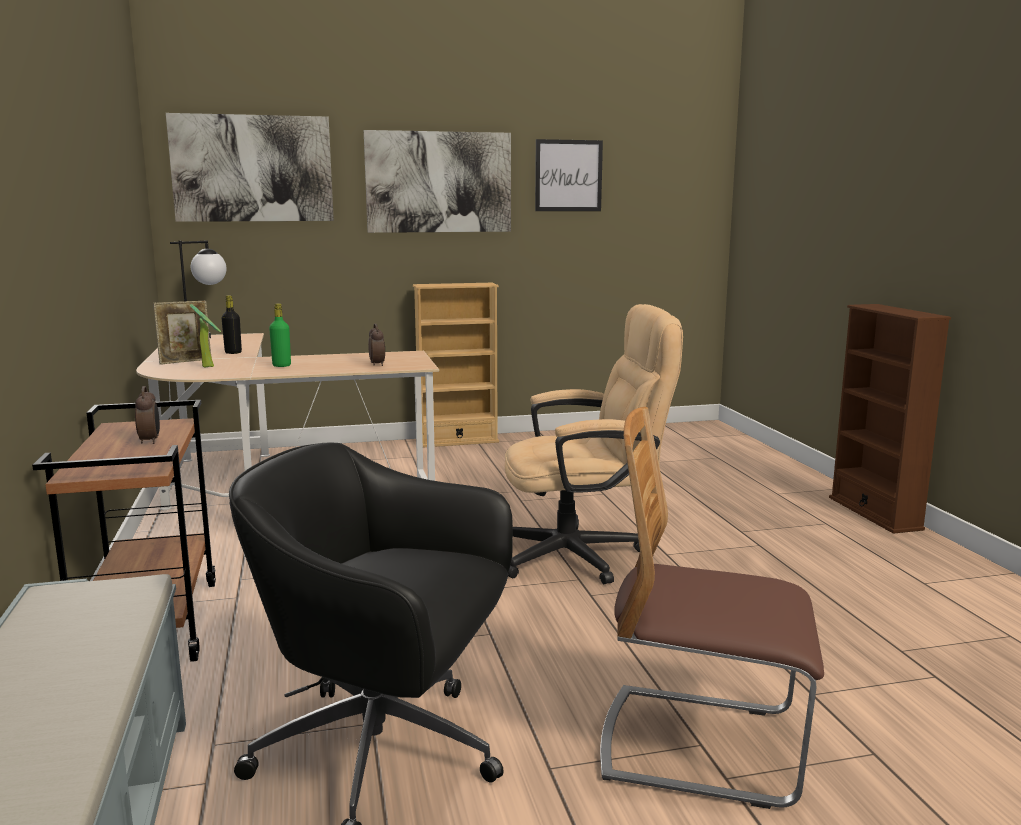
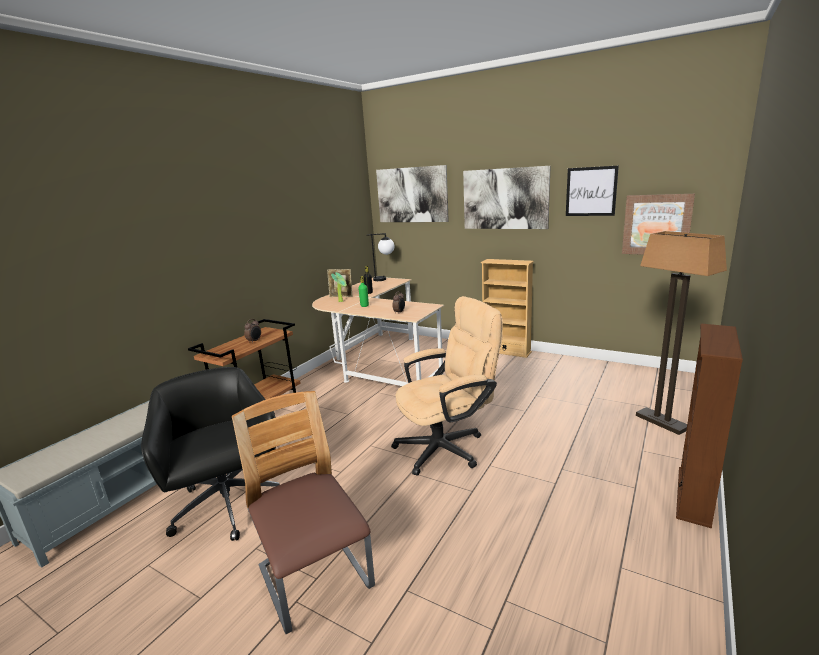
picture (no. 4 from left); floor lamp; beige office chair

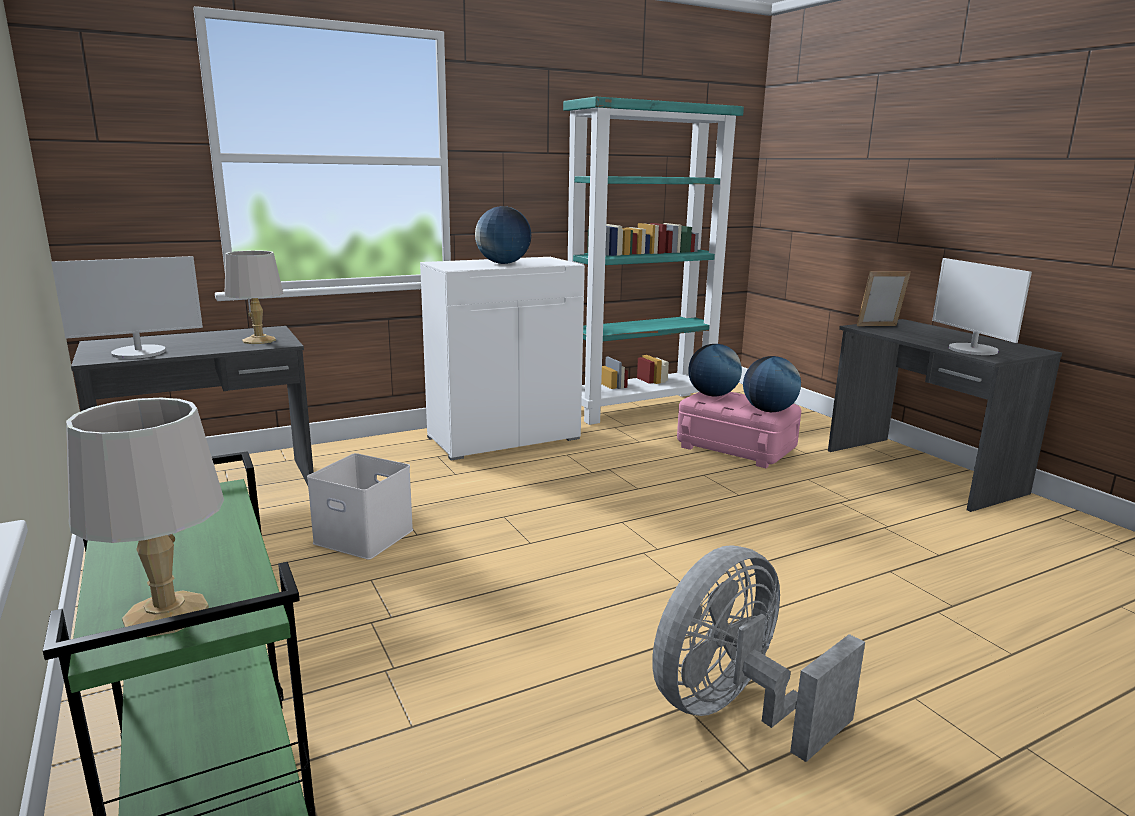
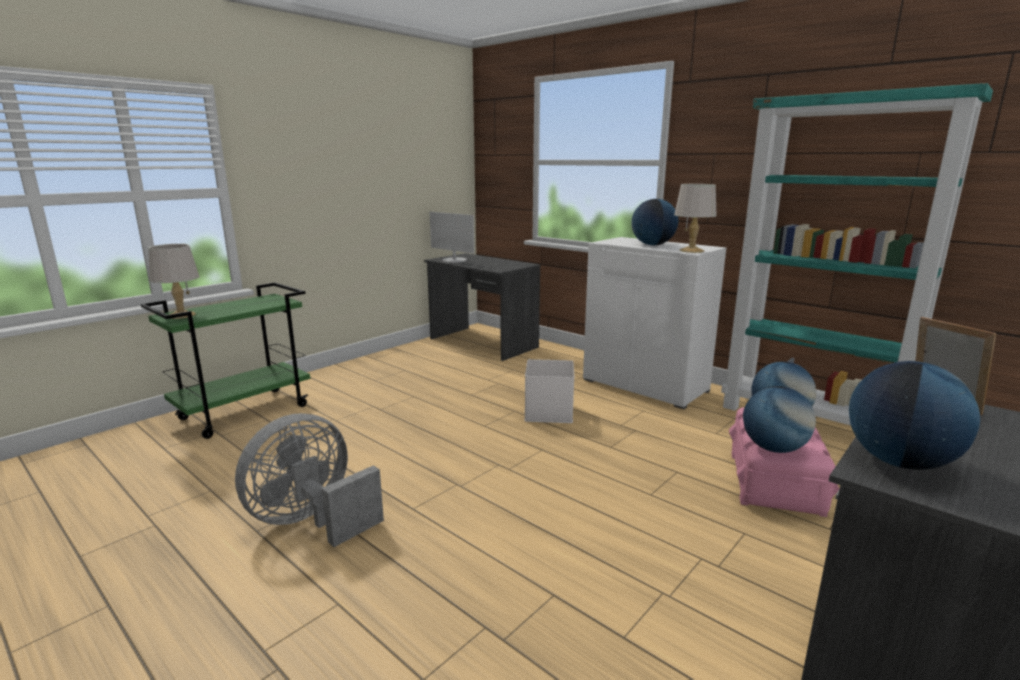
grey table lamp (no. 2 from left); white storage box; globe (no. 4 from left); grey fan

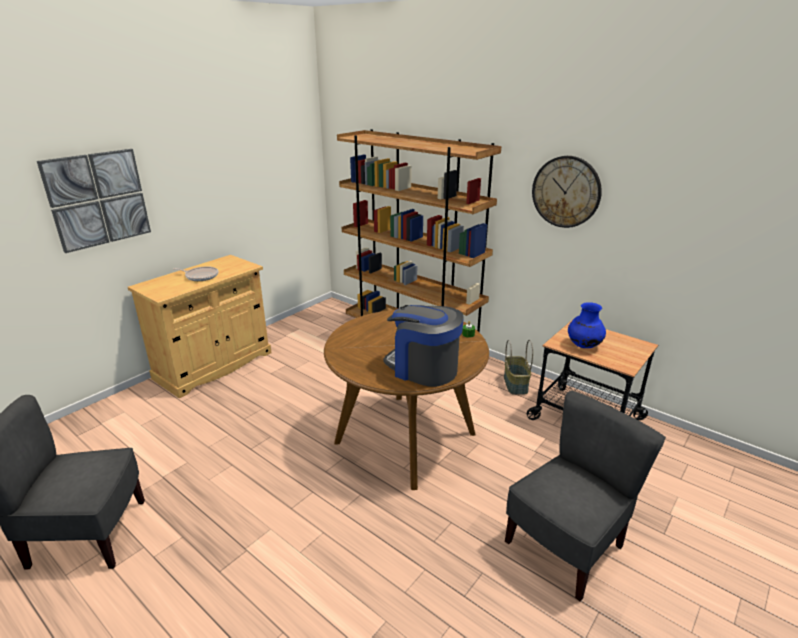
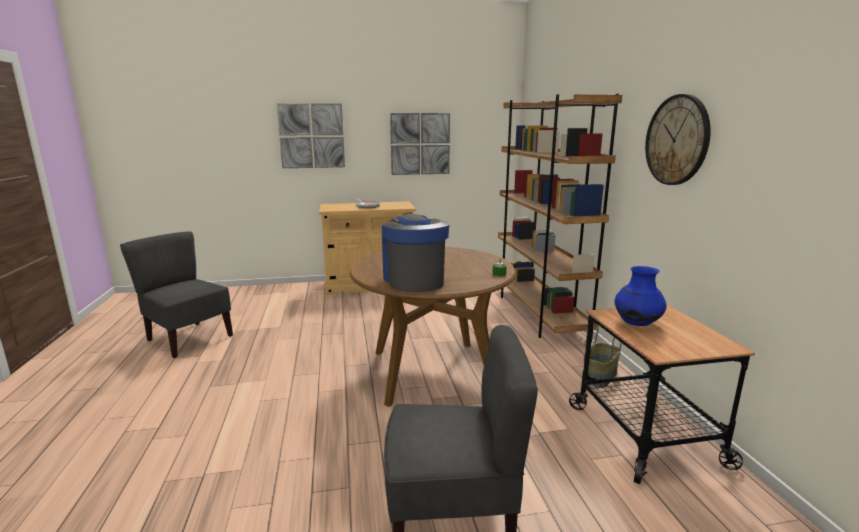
picture (no. 2 from left)

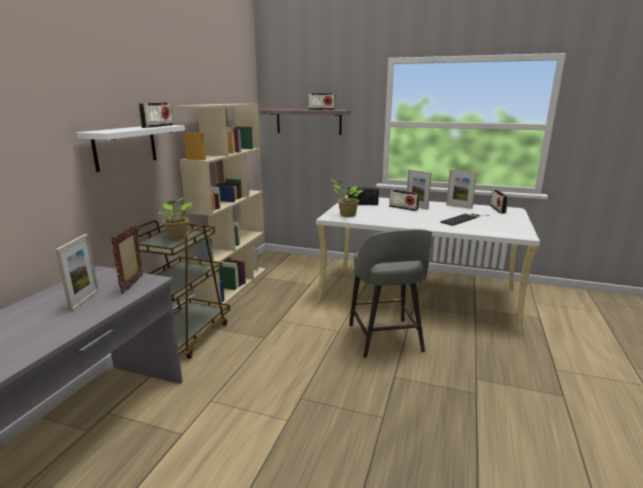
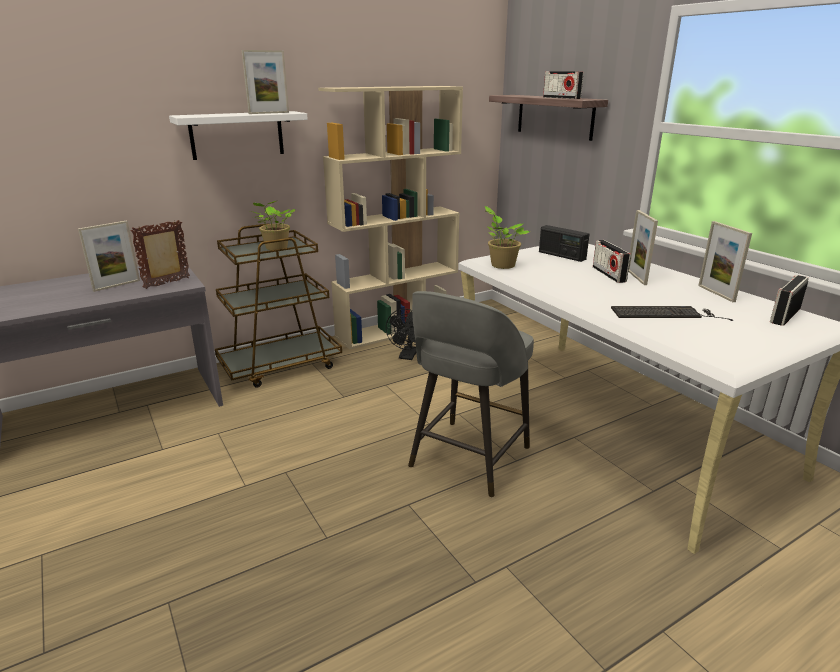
black fan; picture frame (no. 3 from left)

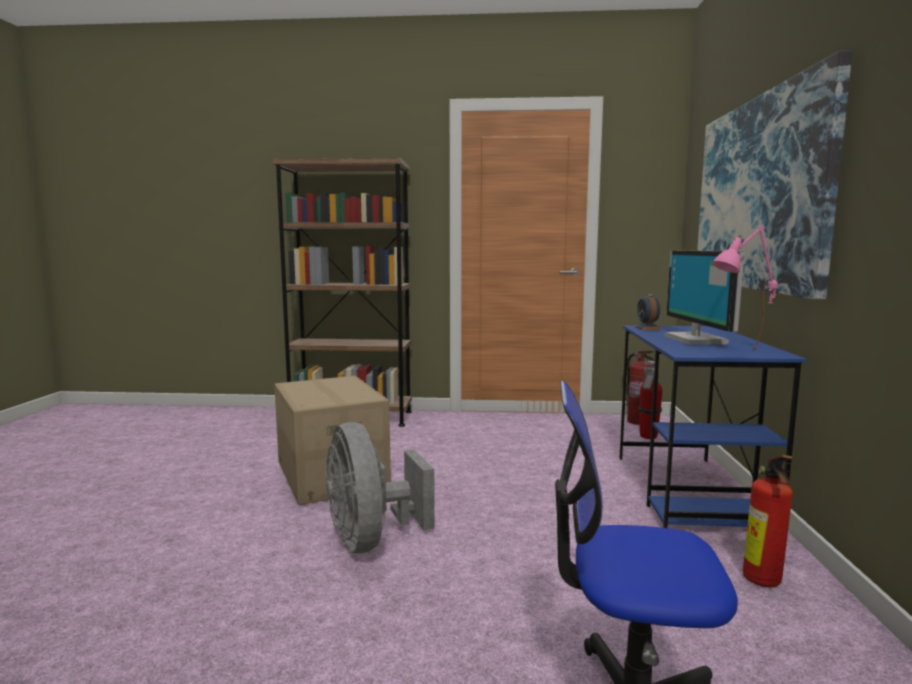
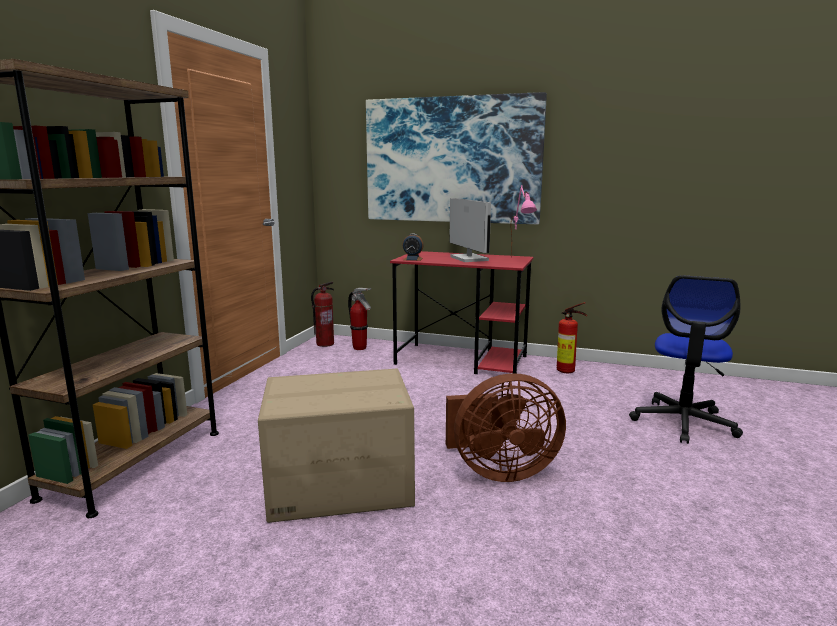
brown fan; red desk; monitor

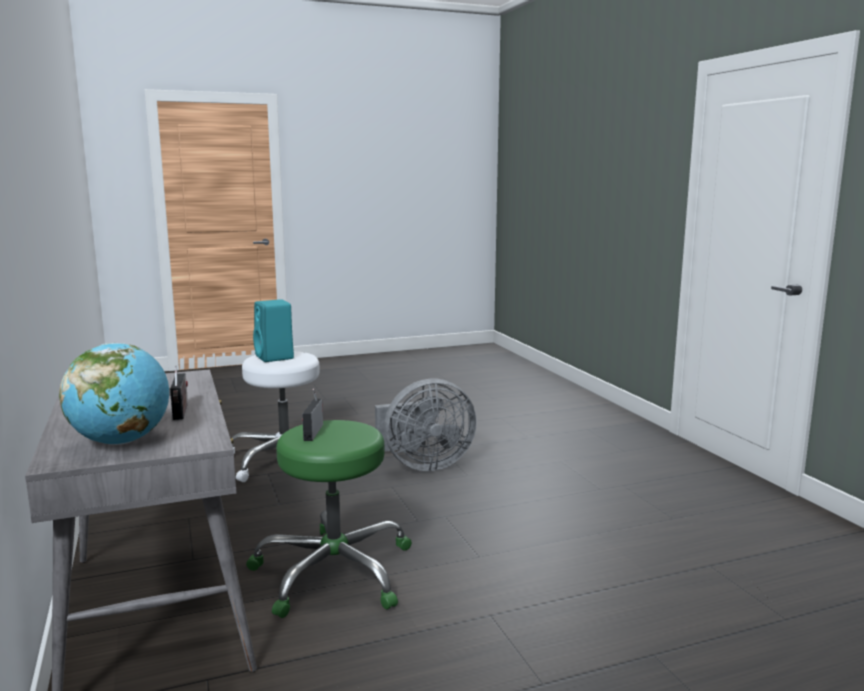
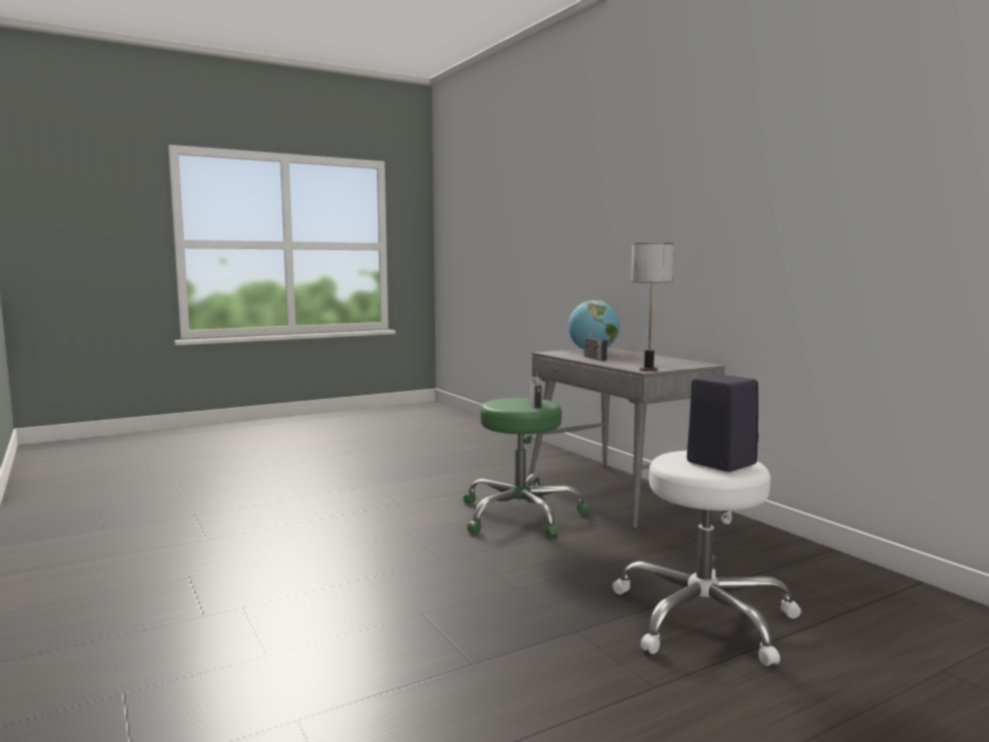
grey fan; table lamp; black speaker

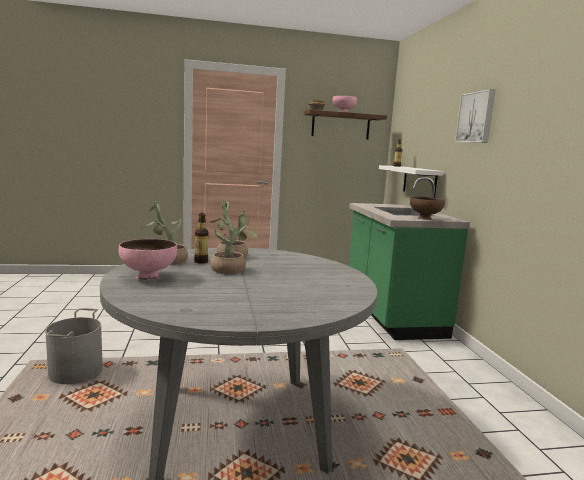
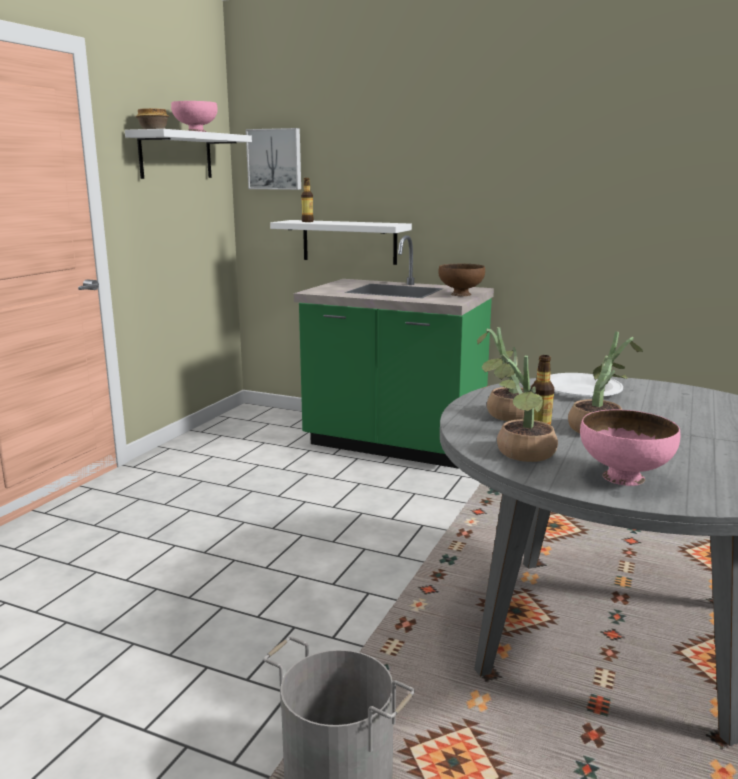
white plate; picture; white shelf (no. 1 from left)

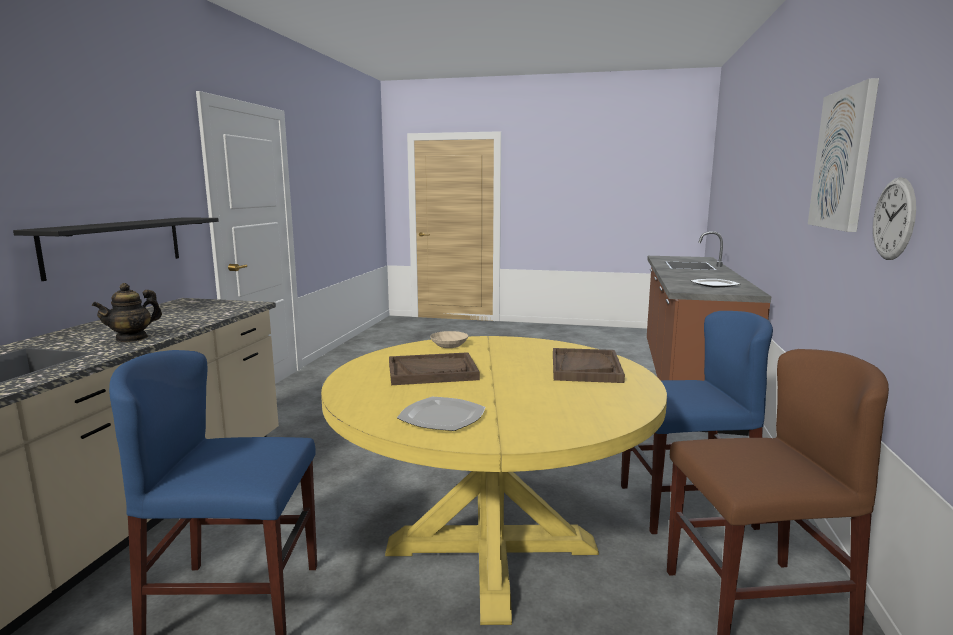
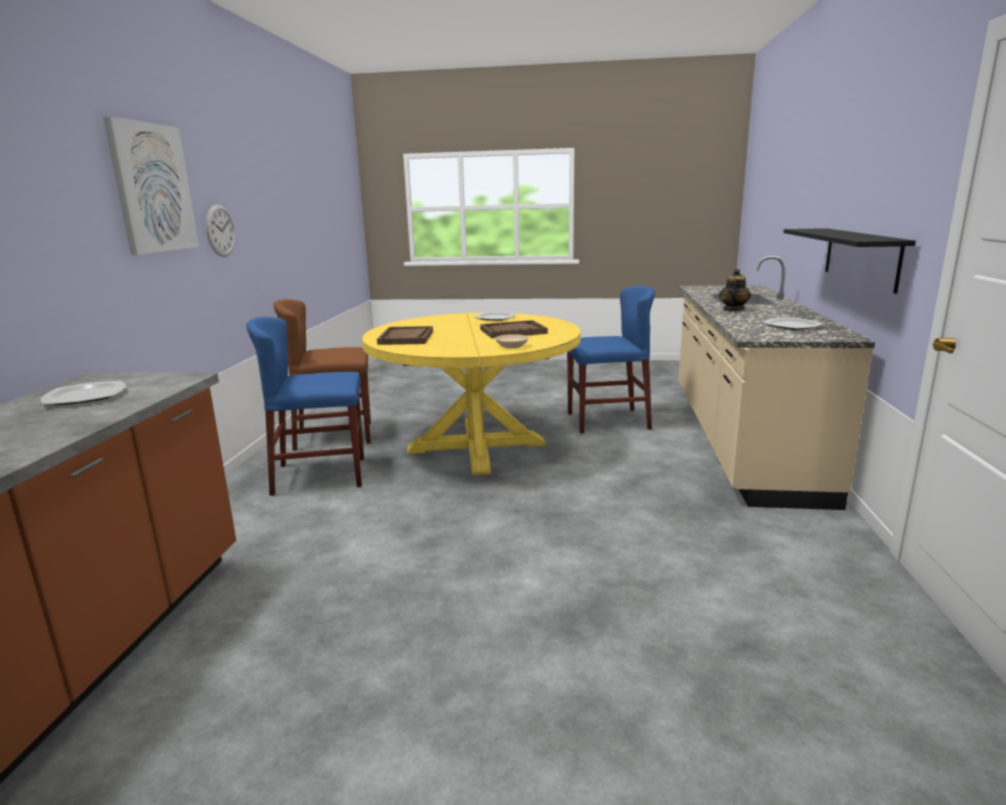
plate (no. 3 from left)

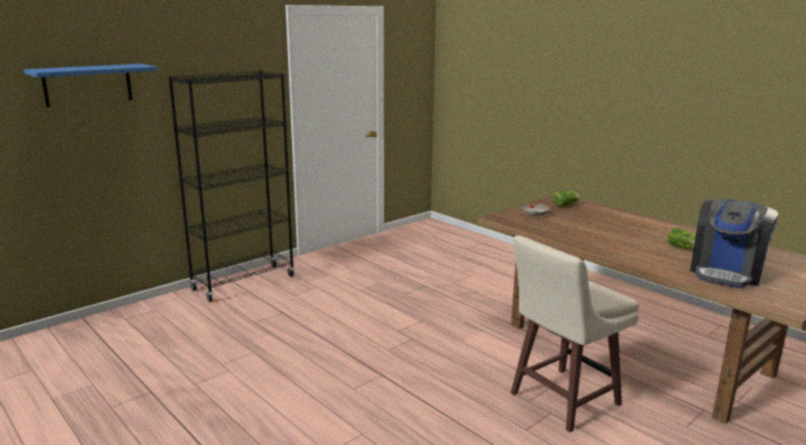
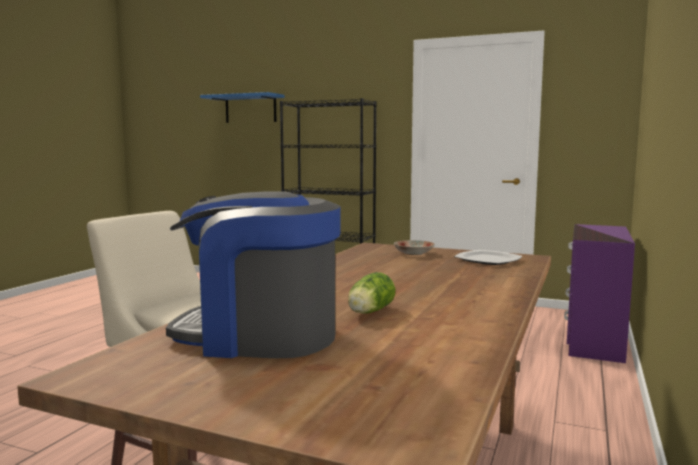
purple dresser; plate (no. 2 from left)

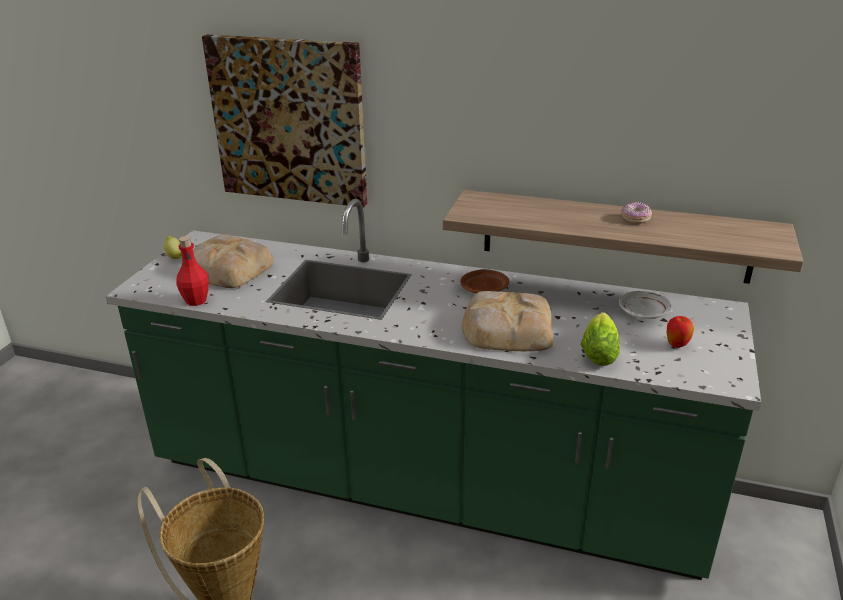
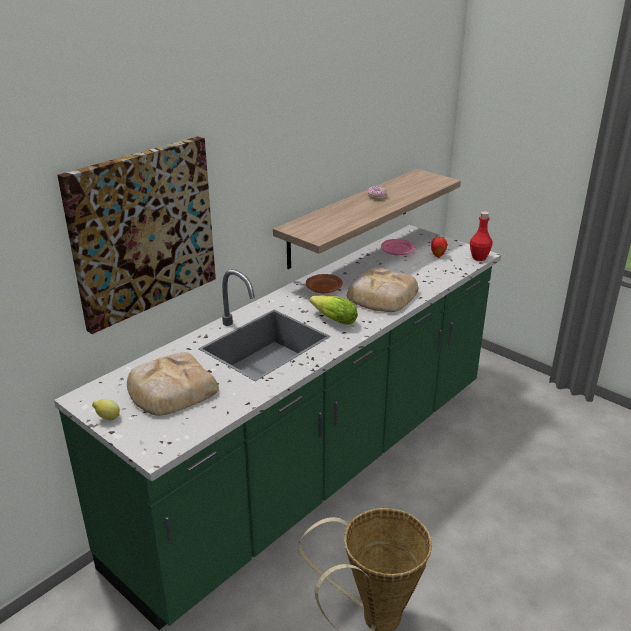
red bottle; lettuce; pink plate

